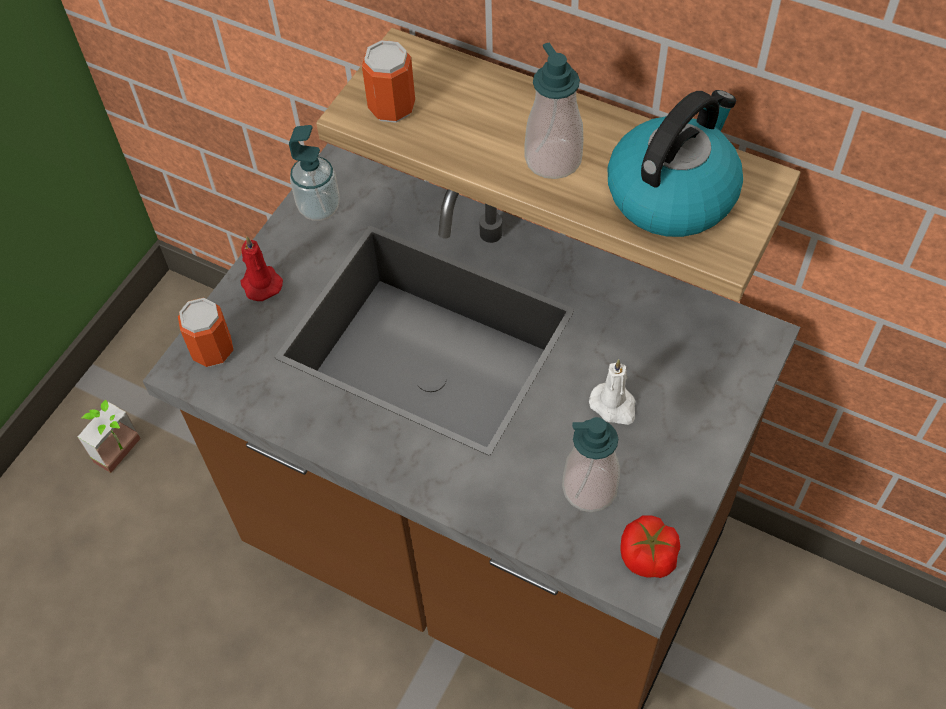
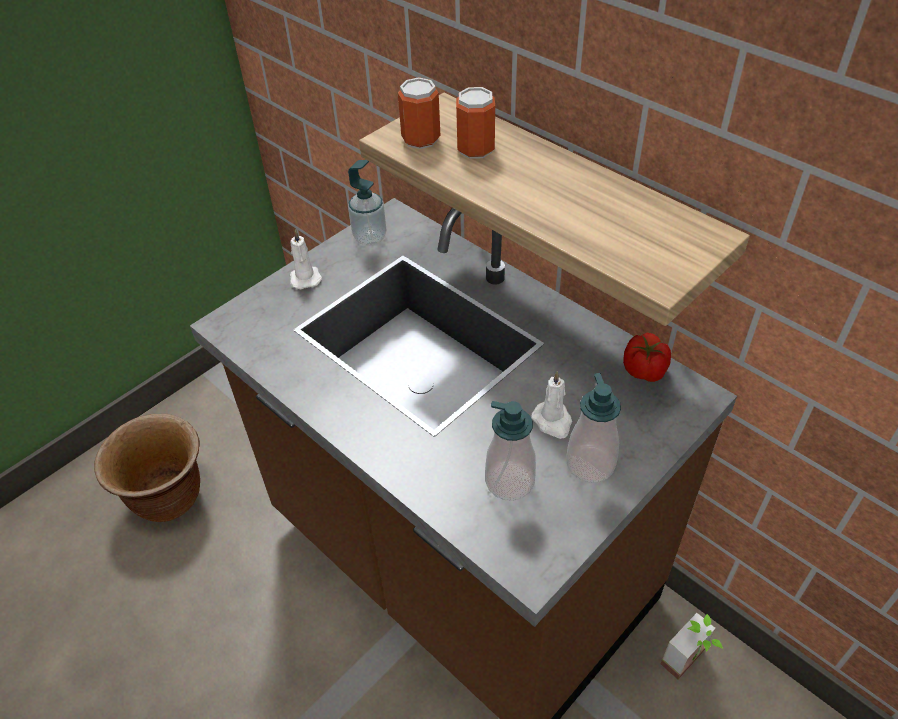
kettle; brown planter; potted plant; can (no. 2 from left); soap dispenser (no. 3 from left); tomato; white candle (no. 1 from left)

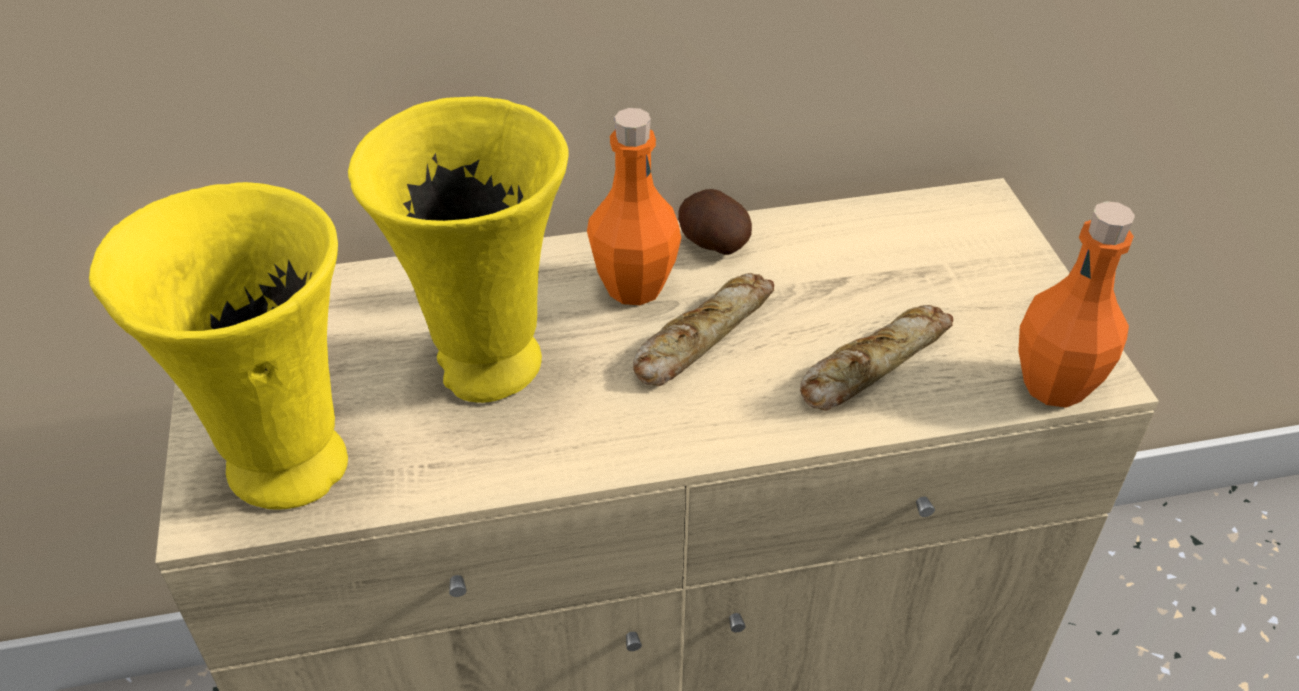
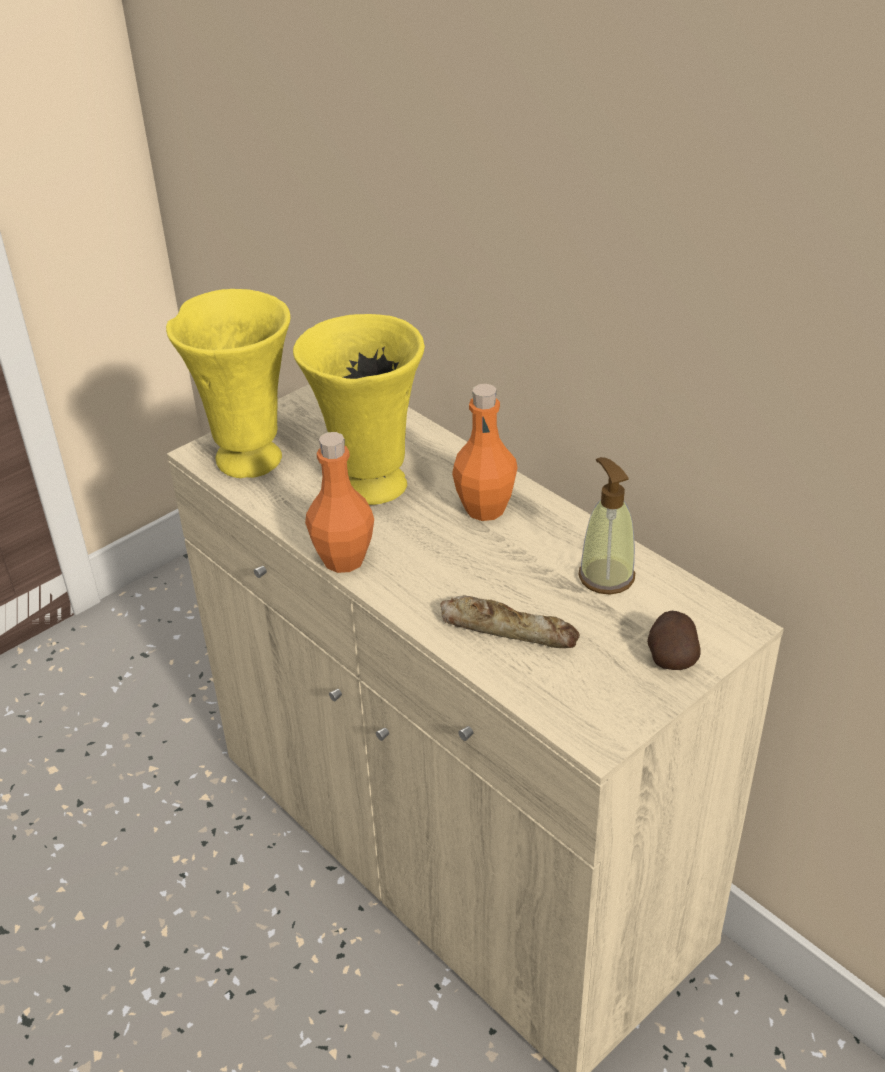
bread (no. 1 from left in the first image); soap dispenser; potato; orange bottle (no. 1 from left)

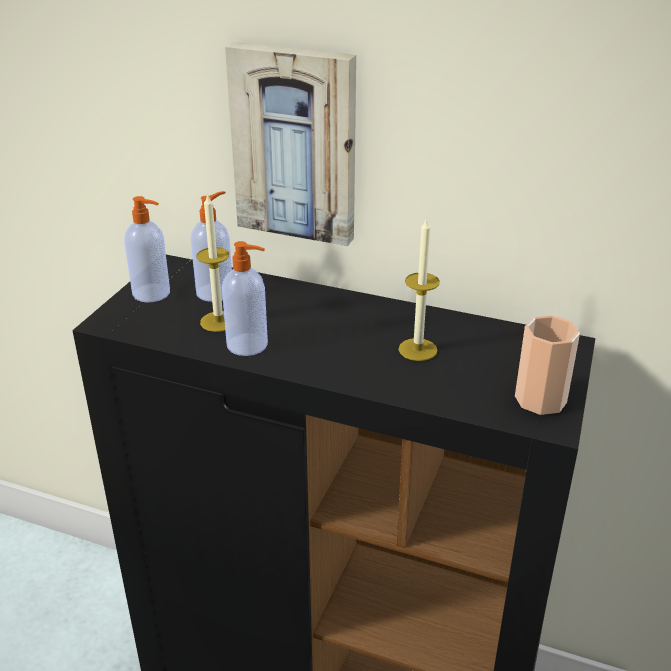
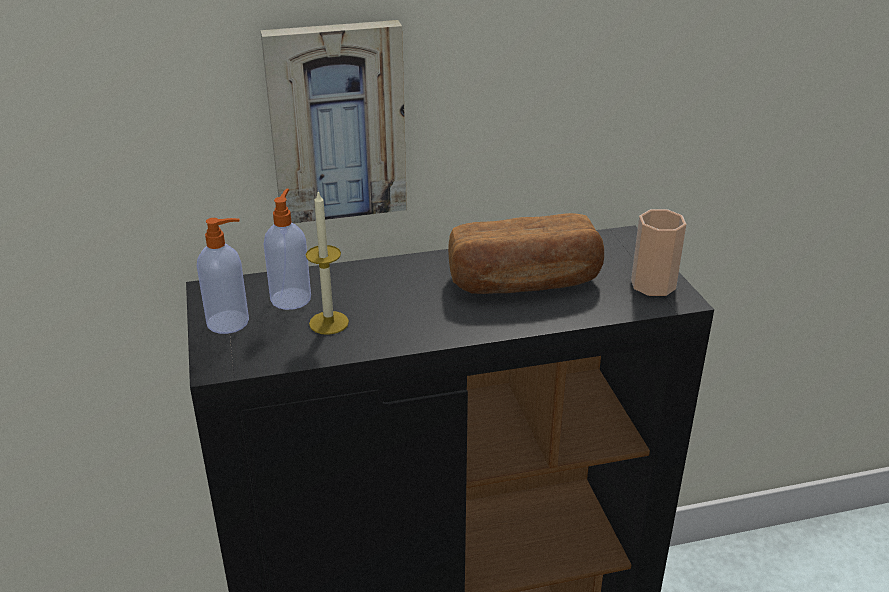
soap dispenser (no. 3 from left in the first image); bread

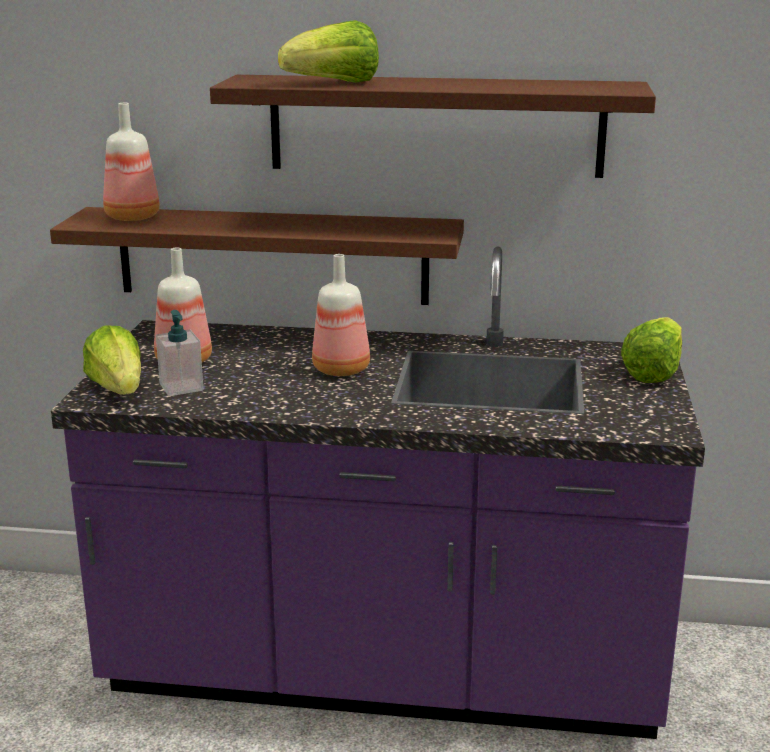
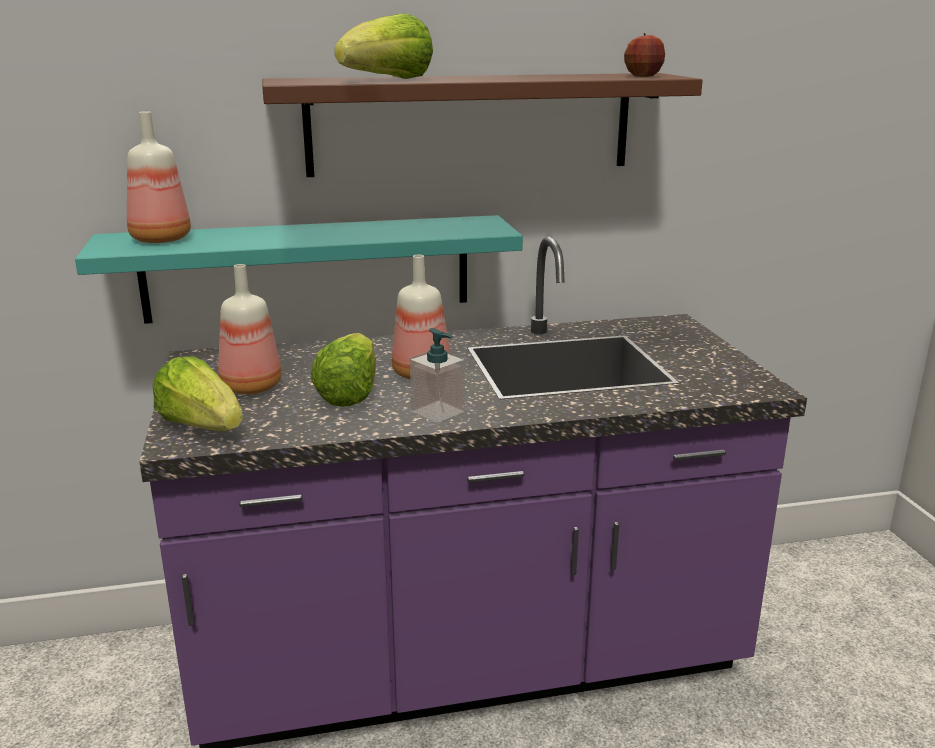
apple; soap dispenser; lettuce (no. 2 from left); turquoise shelf

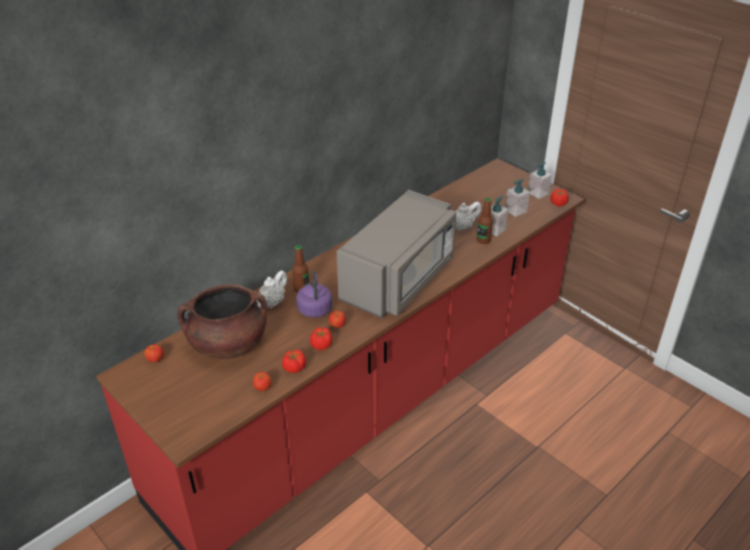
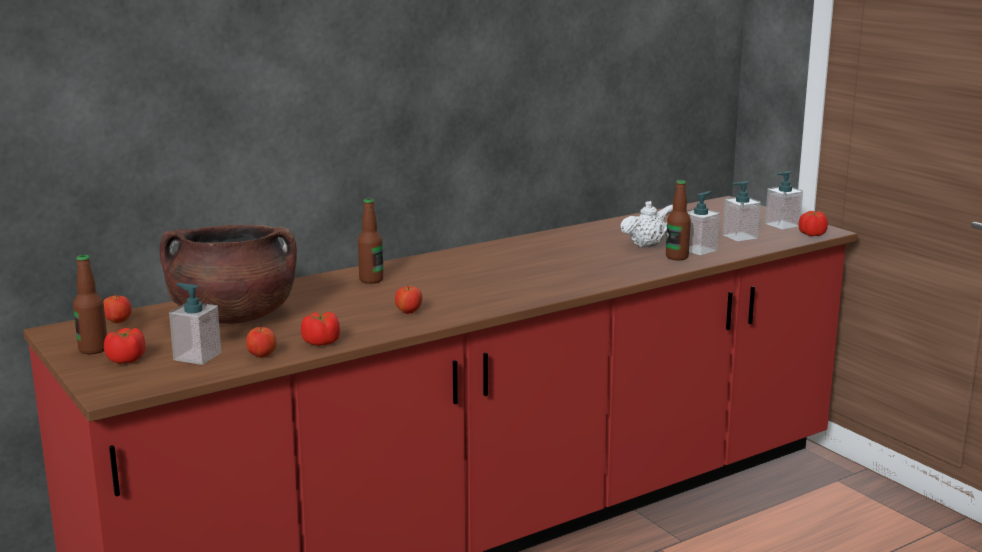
white teapot (no. 1 from left in the first image); purple kettle; grey microwave; bottle (no. 1 from left); soap dispenser (no. 1 from left); tomato (no. 1 from left)

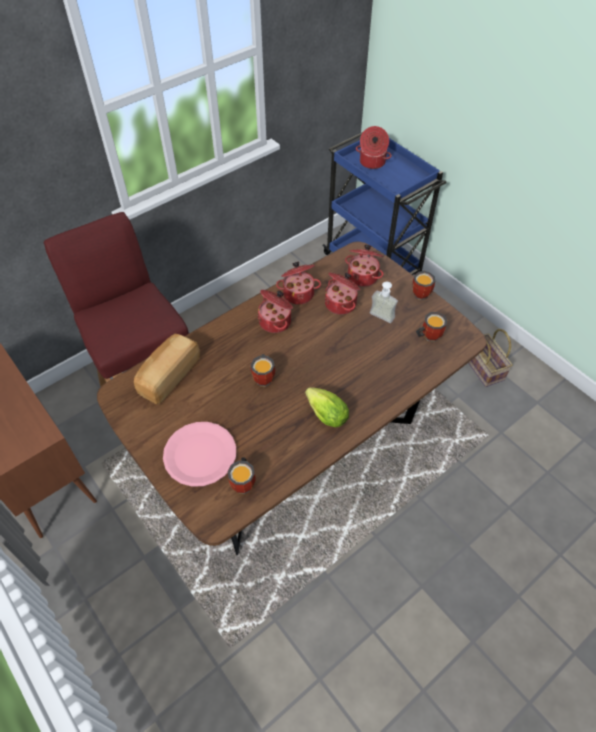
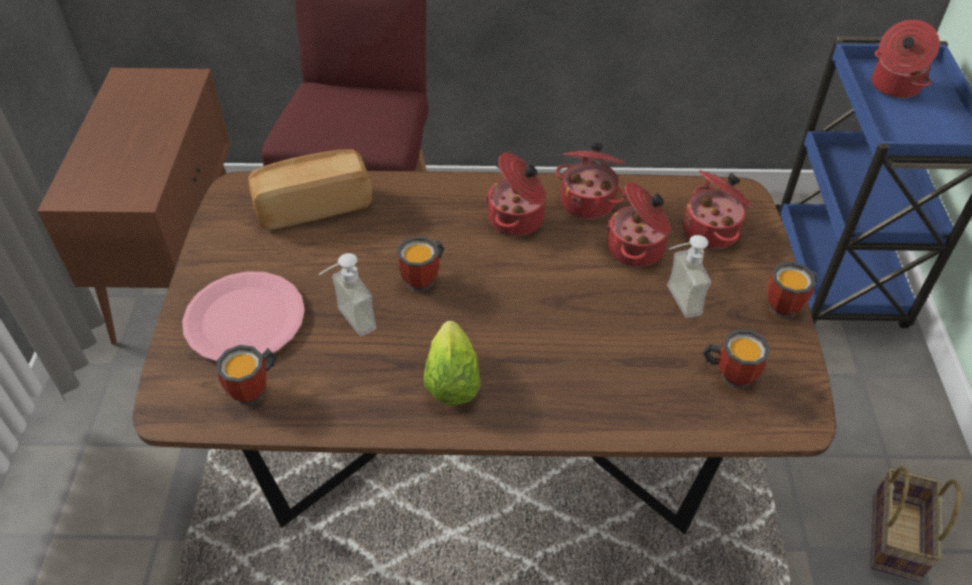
soap dispenser (no. 1 from left)

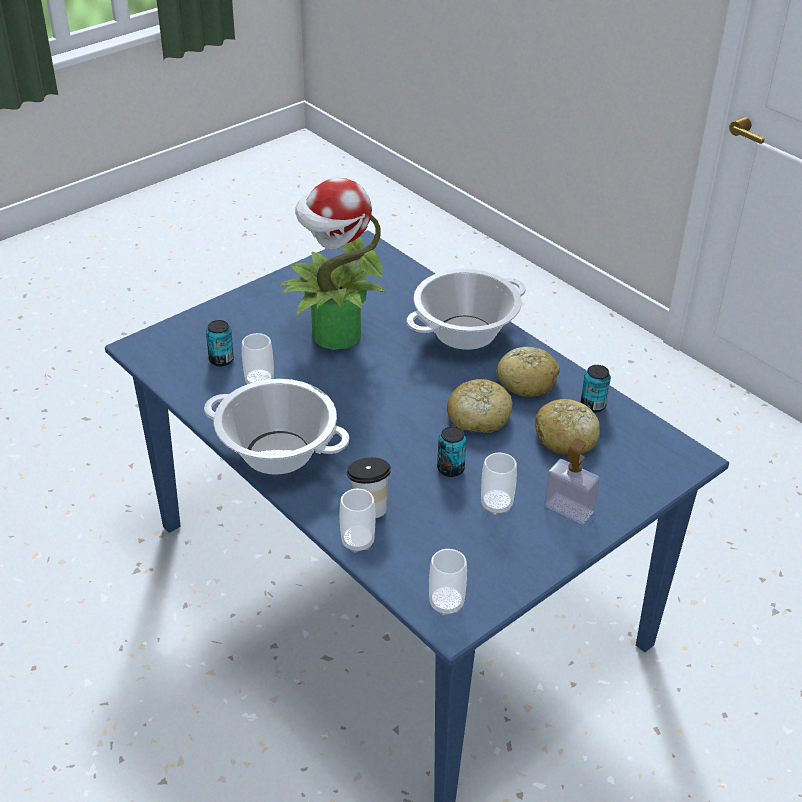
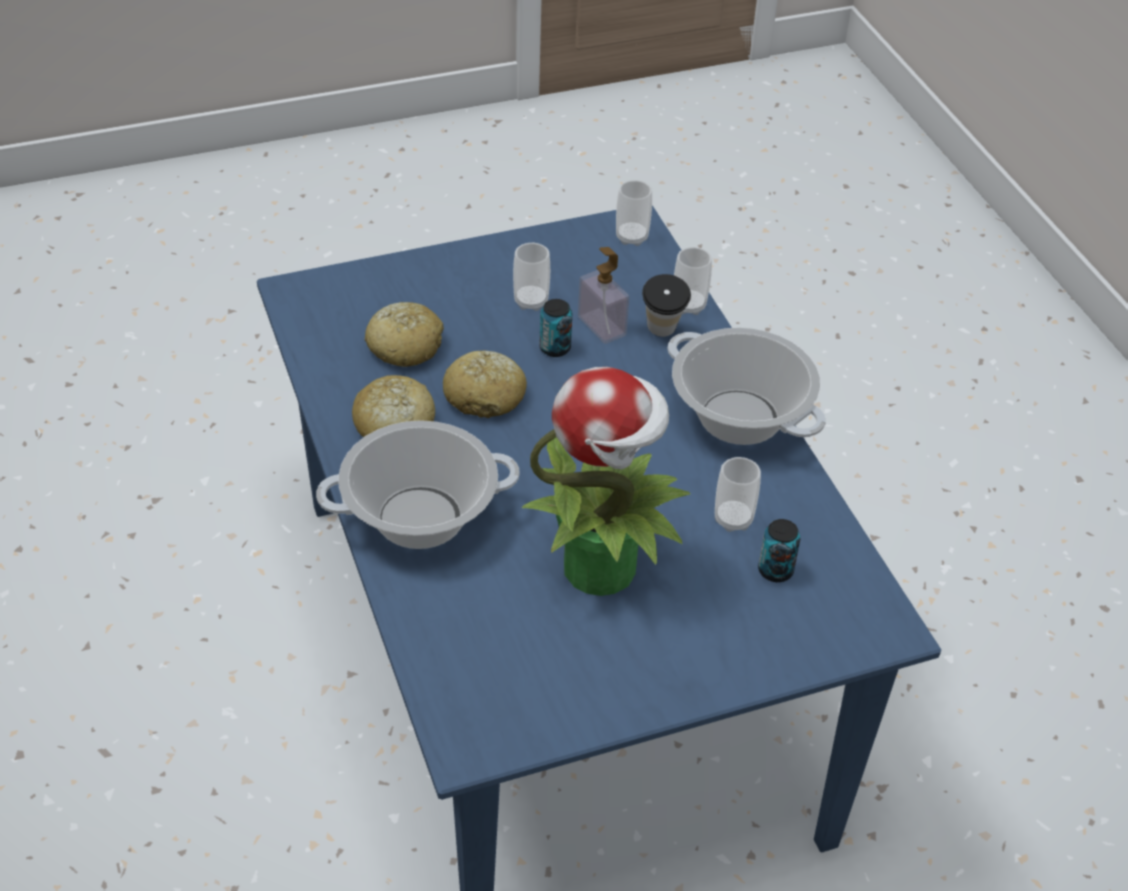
can (no. 3 from left in the first image); soap dispenser

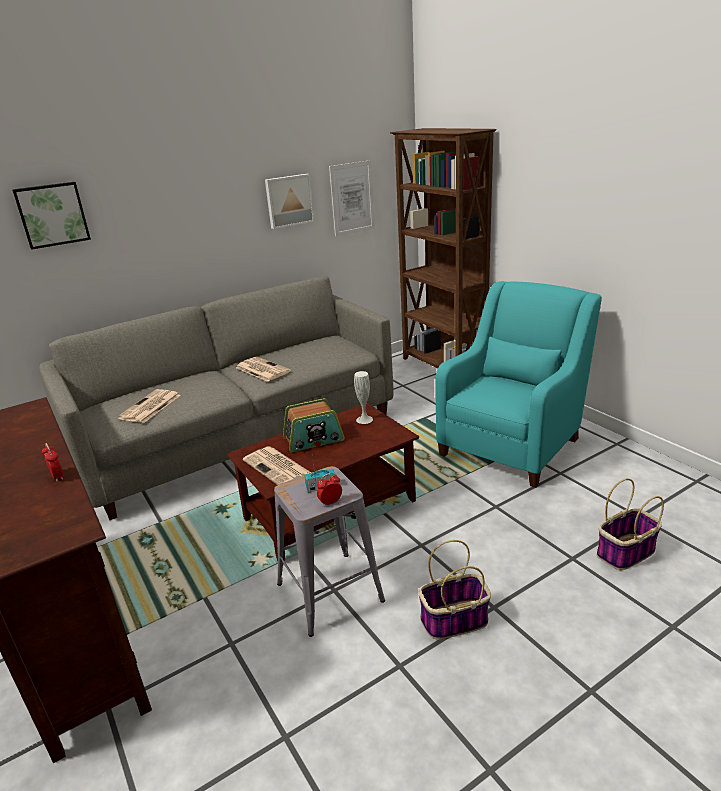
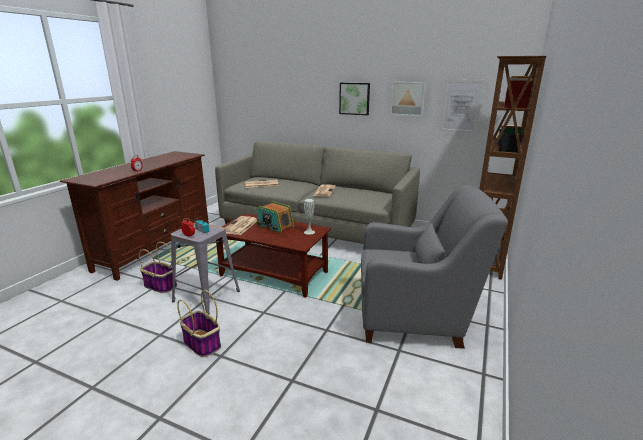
picture (no. 1 from left); basket (no. 1 from left); grey armchair

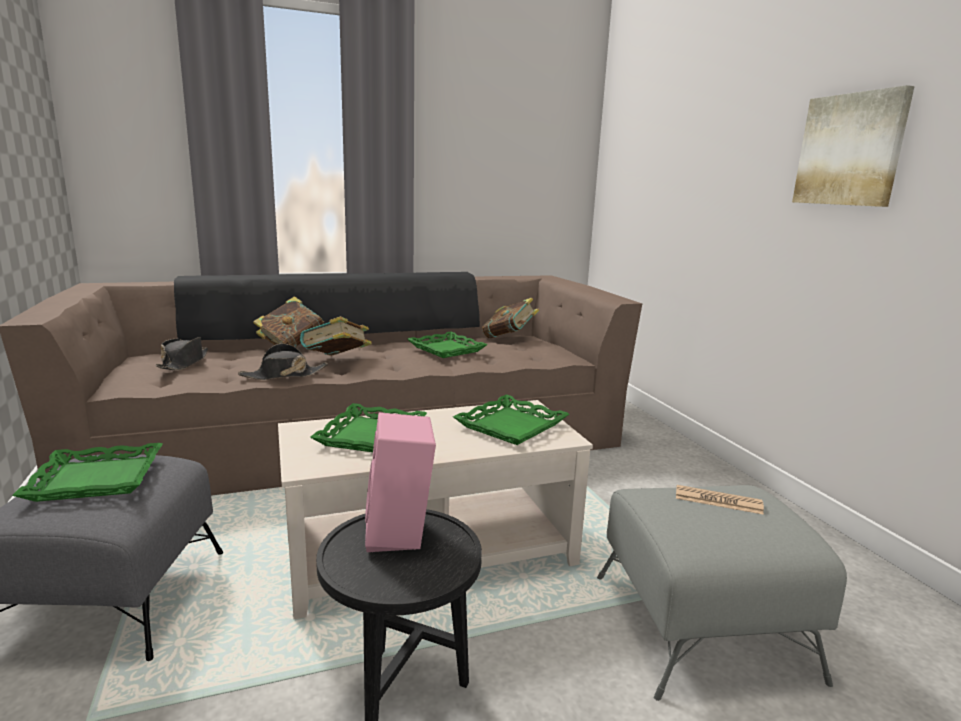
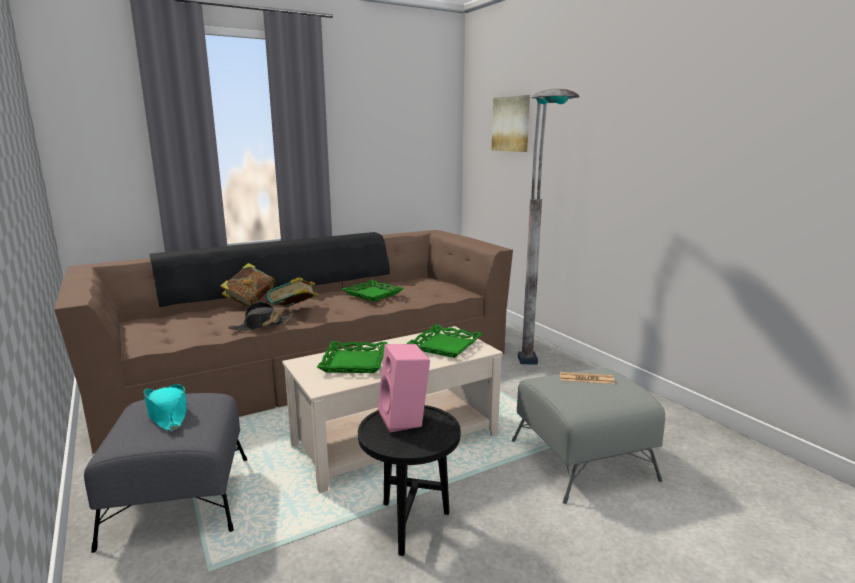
black hat (no. 1 from left in the first image); book (no. 3 from left in the first image); grey floor lamp; picture; turquoise hat

